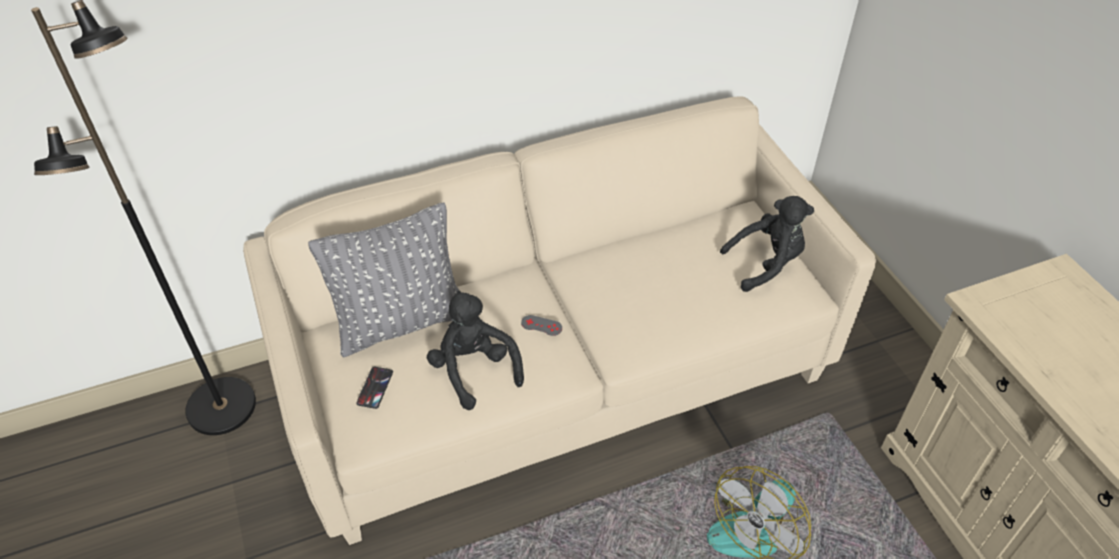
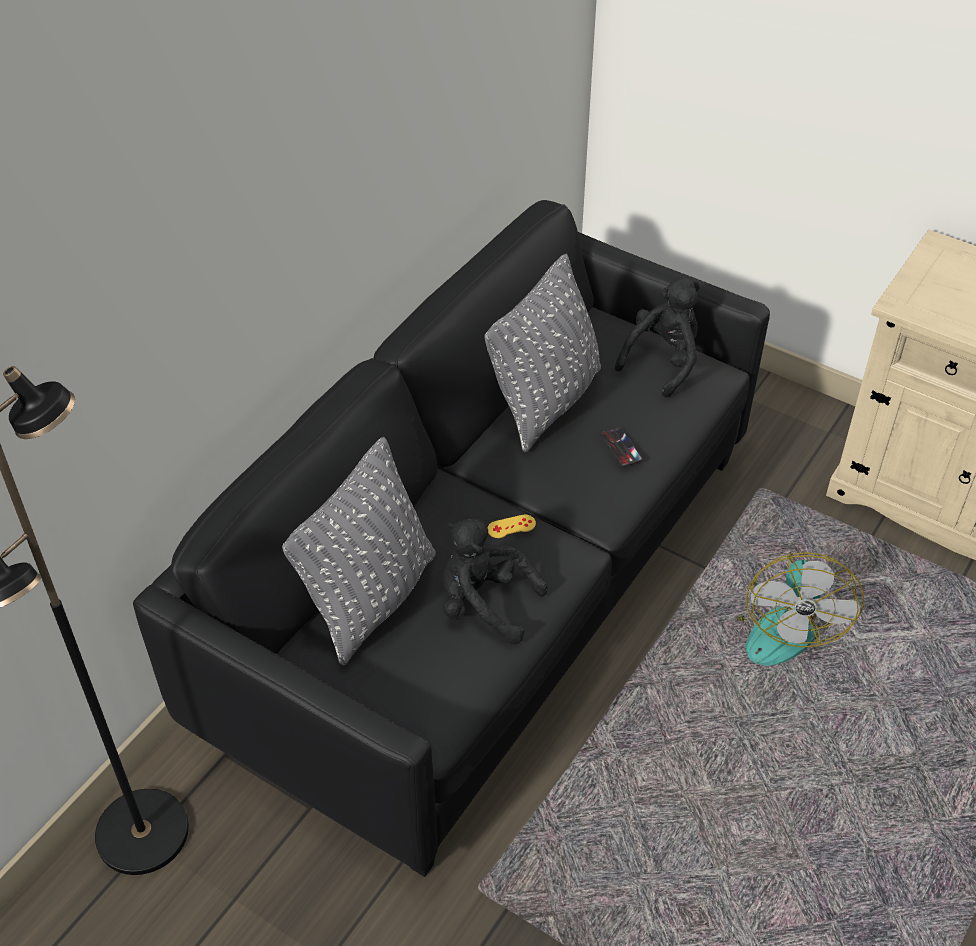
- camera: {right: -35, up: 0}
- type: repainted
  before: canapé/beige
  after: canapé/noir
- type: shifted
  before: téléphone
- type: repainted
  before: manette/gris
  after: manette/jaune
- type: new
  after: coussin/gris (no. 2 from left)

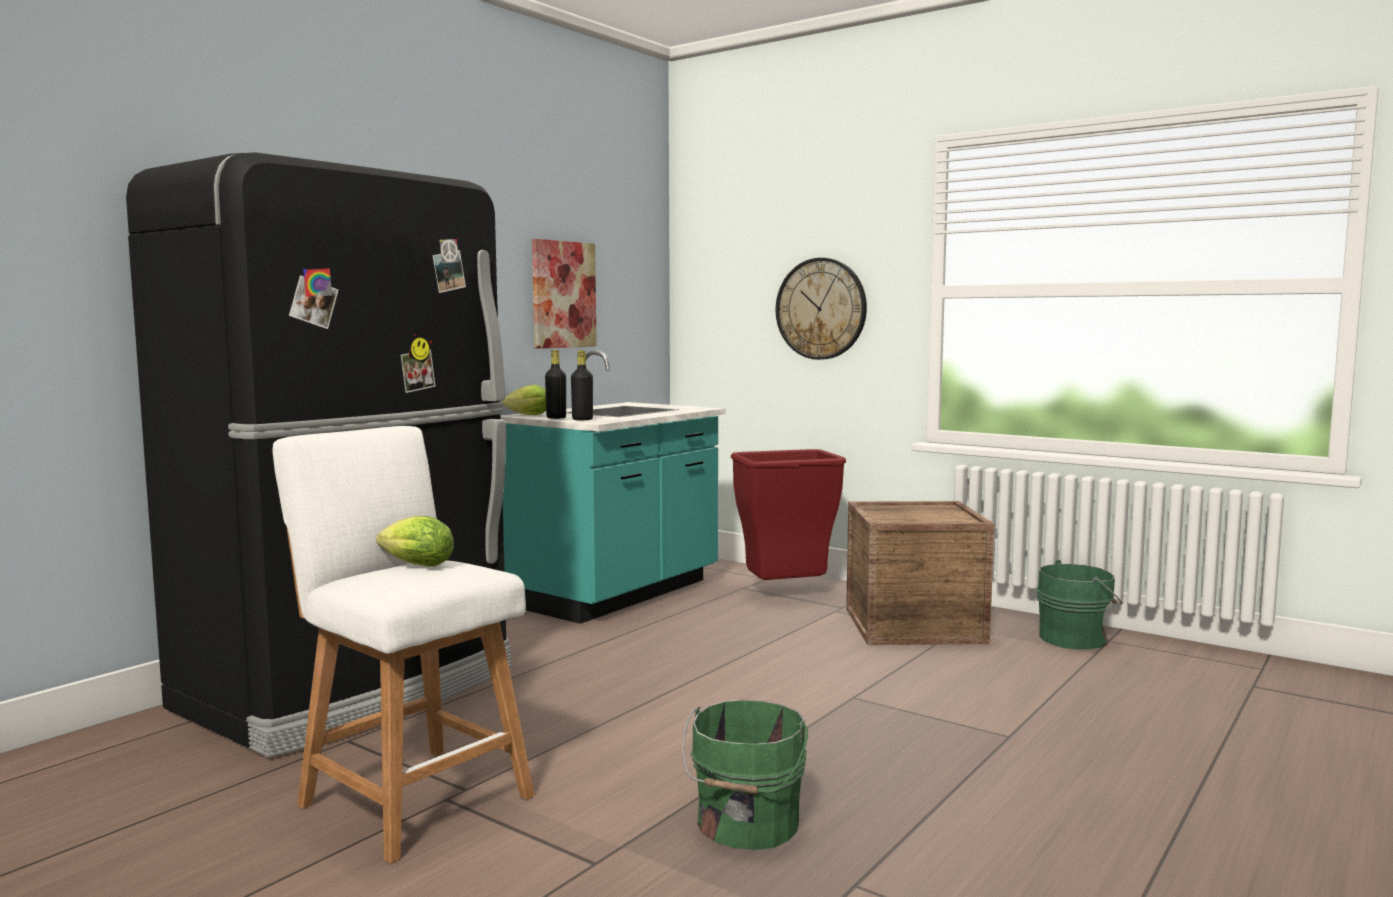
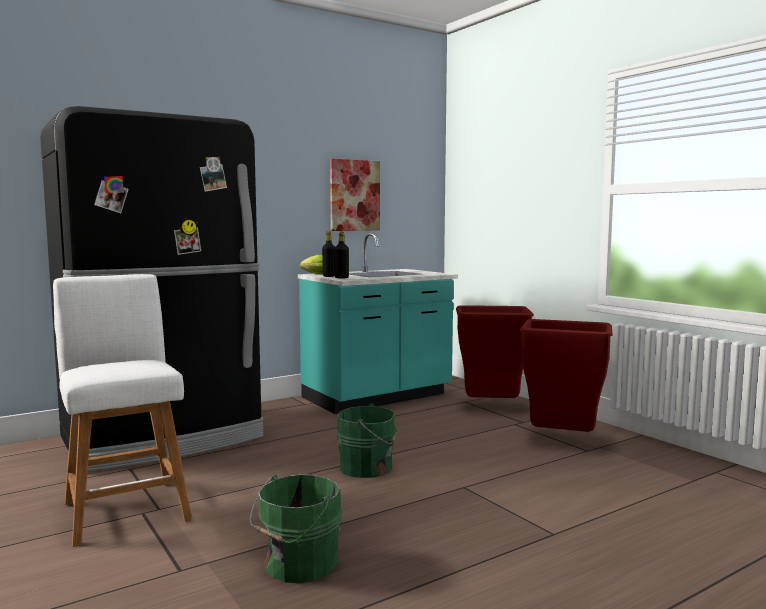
- camera: {right: 20, up: 0}
- type: gone
  before: laitue (no. 1 from left)
- type: gone
  before: horloge murale
- type: swapped
  before: caisse
  after: poubelle/rouge (no. 2 from left)
- type: shifted
  before: seau/vert (no. 2 from left)

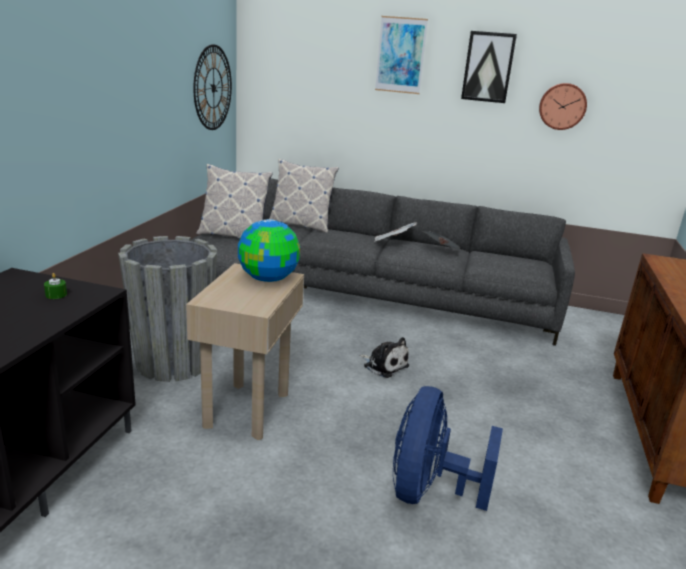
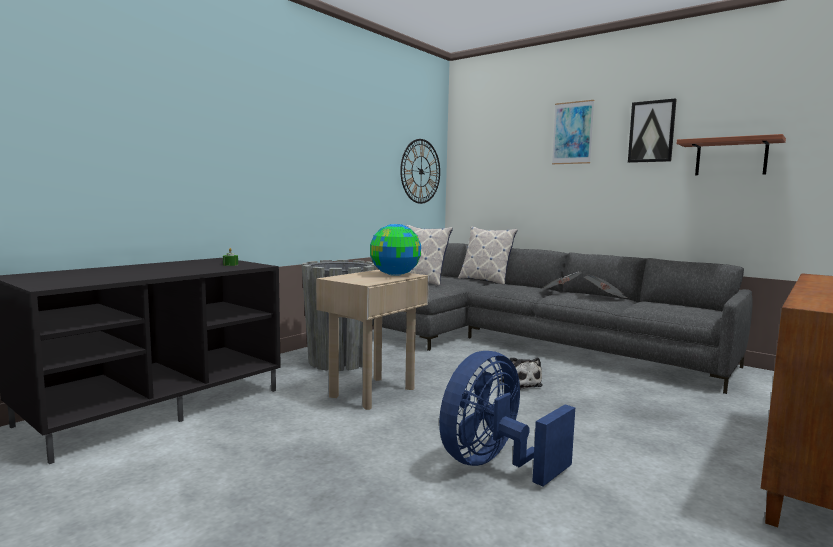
- camera: {right: 25, up: -15}
- type: swapped
  before: horloge murale (no. 2 from left)
  after: étagère

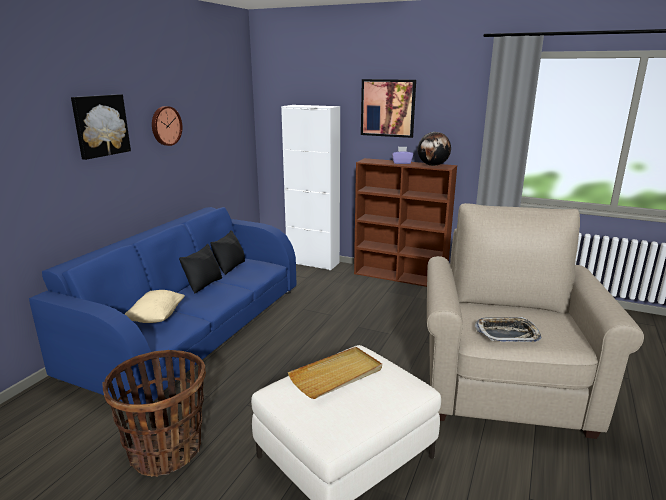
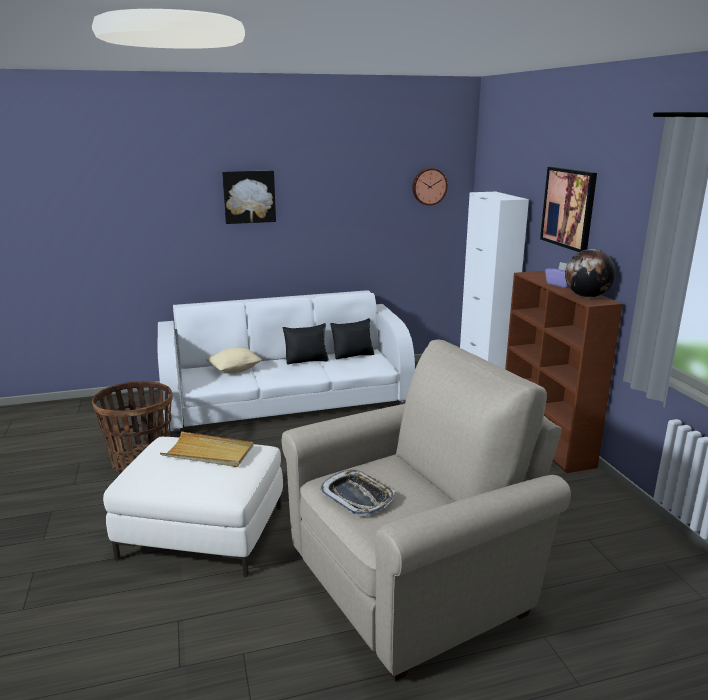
- camera: {right: 50, up: 0}
- type: repainted
  before: canapé/bleu
  after: canapé/blanc
- type: shifted
  before: horloge murale

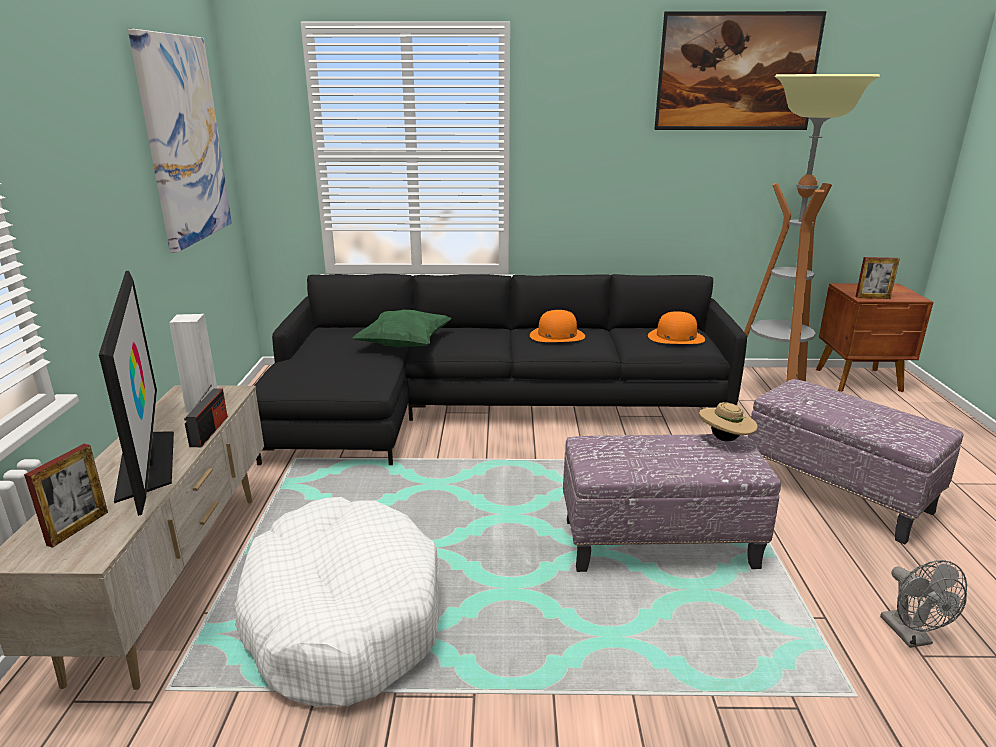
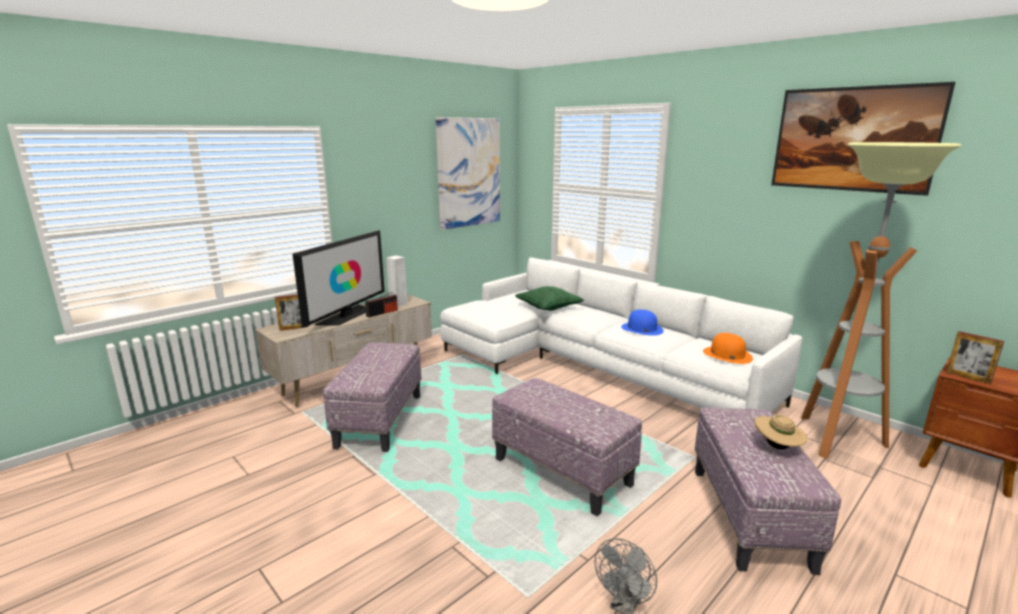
- camera: {right: 45, up: -5}
- type: swapped
  before: panier pour chien/blanc
  after: pouf (no. 1 from left)
- type: repainted
  before: canapé/noir
  after: canapé/blanc
- type: repainted
  before: chapeau/orange (no. 1 from left)
  after: chapeau/bleu
- type: shifted
  before: chapeau/beige

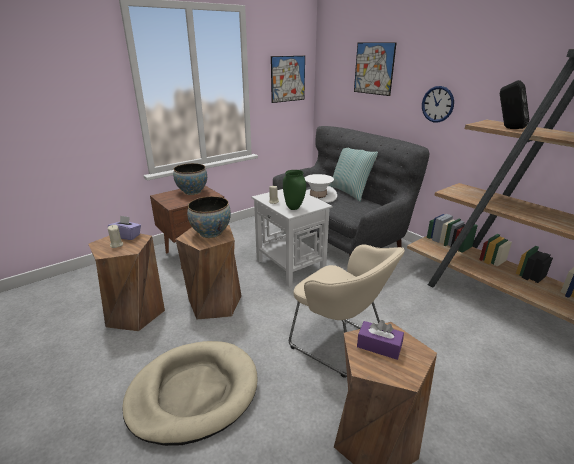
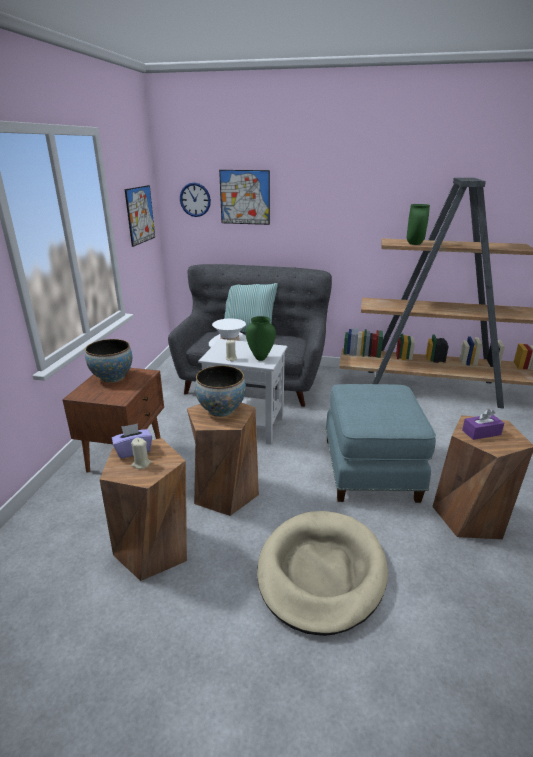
- camera: {right: -40, up: 0}
- type: swapped
  before: fauteuil/beige
  after: pouf/bleu
- type: shifted
  before: horloge murale
- type: swapped
  before: enceinte/noir
  after: vase/vert (no. 2 from left)

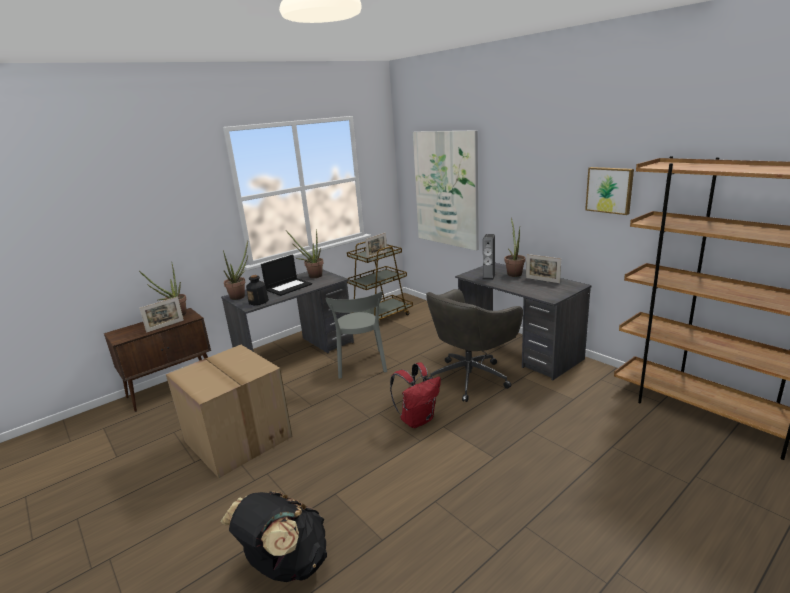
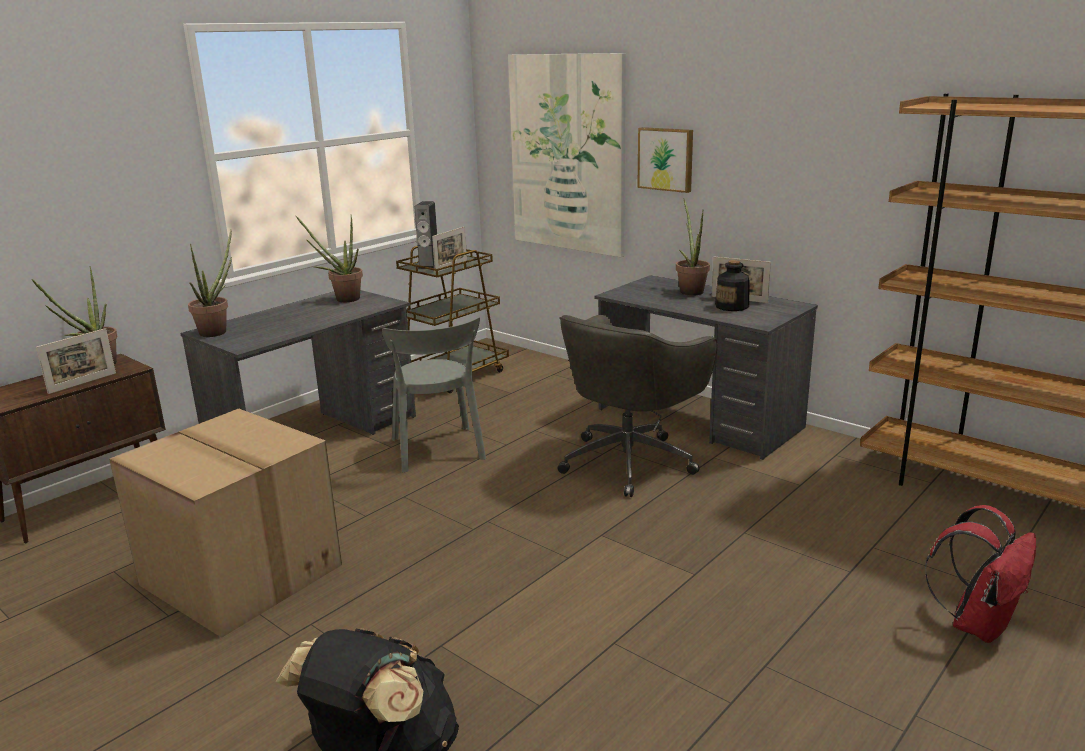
- camera: {right: -10, up: 0}
- type: shifted
  before: bouteille
- type: gone
  before: ordinateur portable
- type: shifted
  before: sac à dos/rouge
- type: shifted
  before: enceinte
- type: shifted
  before: tableau (no. 2 from left)

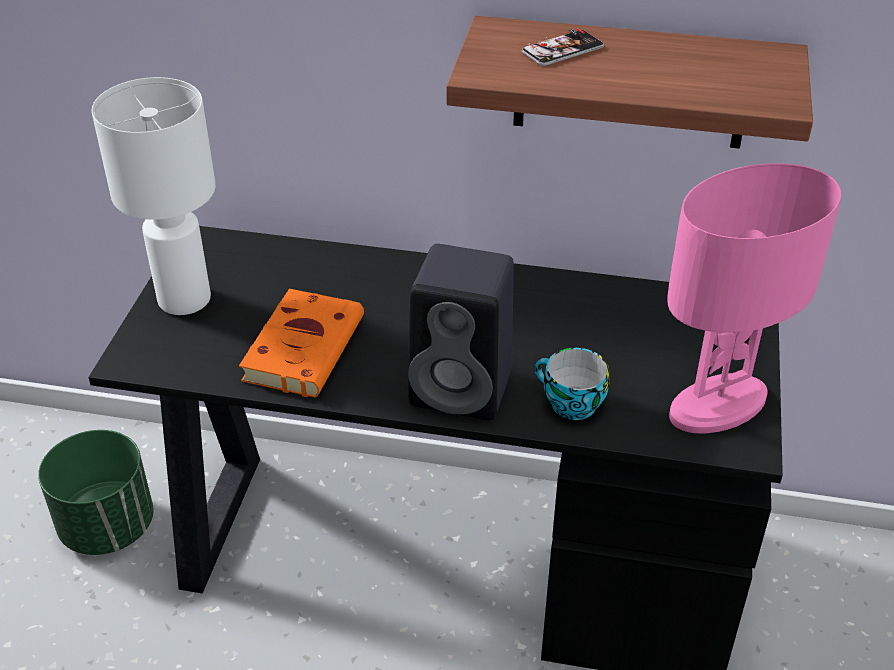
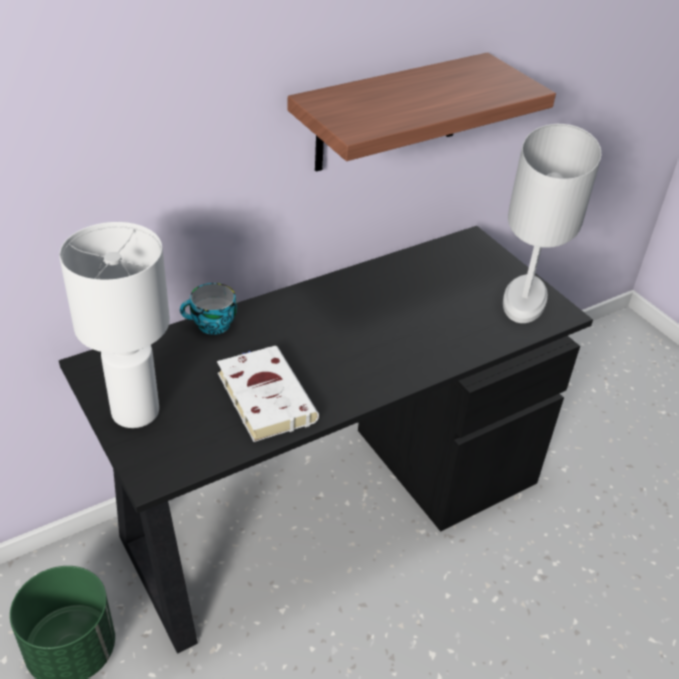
- camera: {right: -45, up: 0}
- type: repainted
  before: livre/orange
  after: livre/blanc
- type: gone
  before: enceinte/noir
- type: gone
  before: téléphone
- type: shifted
  before: tasse
- type: repainted
  before: lampe de table/rose
  after: lampe de table/blanc (no. 2 from left)

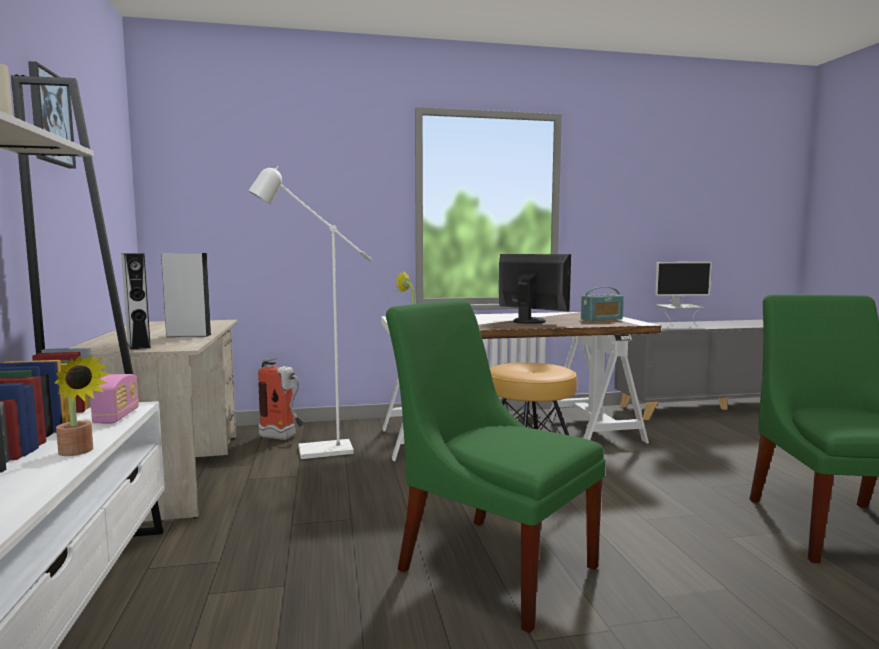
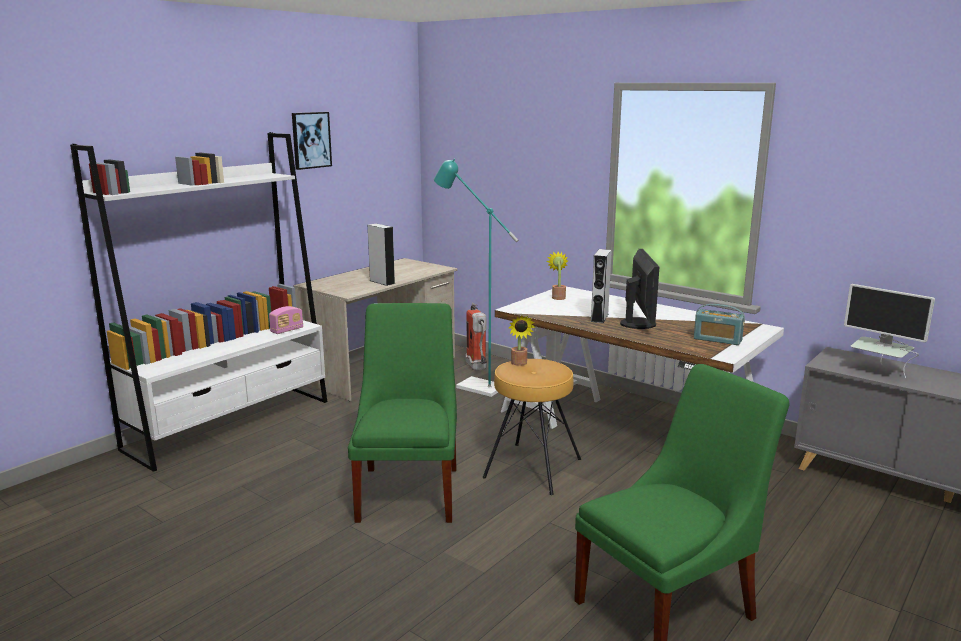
- camera: {right: 50, up: 10}
- type: shifted
  before: plante en pot (no. 1 from left)
- type: shifted
  before: enceinte/gris (no. 1 from left in the first image)
  after: enceinte/gris (no. 2 from left)
- type: repainted
  before: lampadaire/blanc
  after: lampadaire/turquoise

